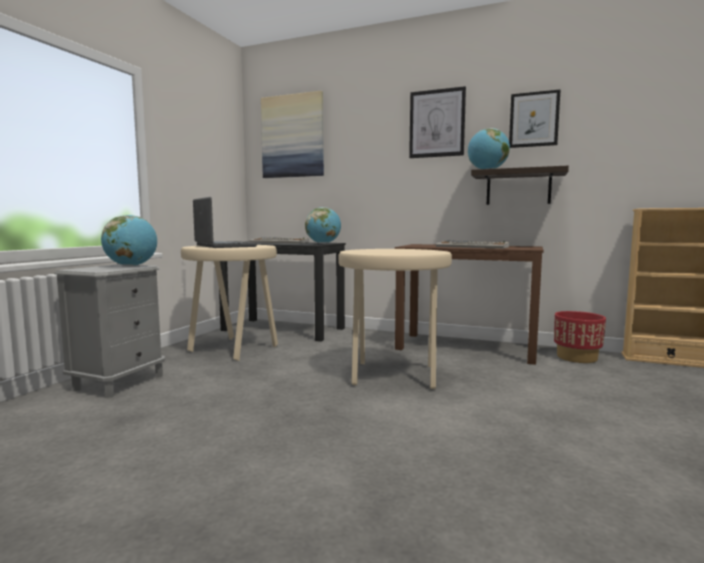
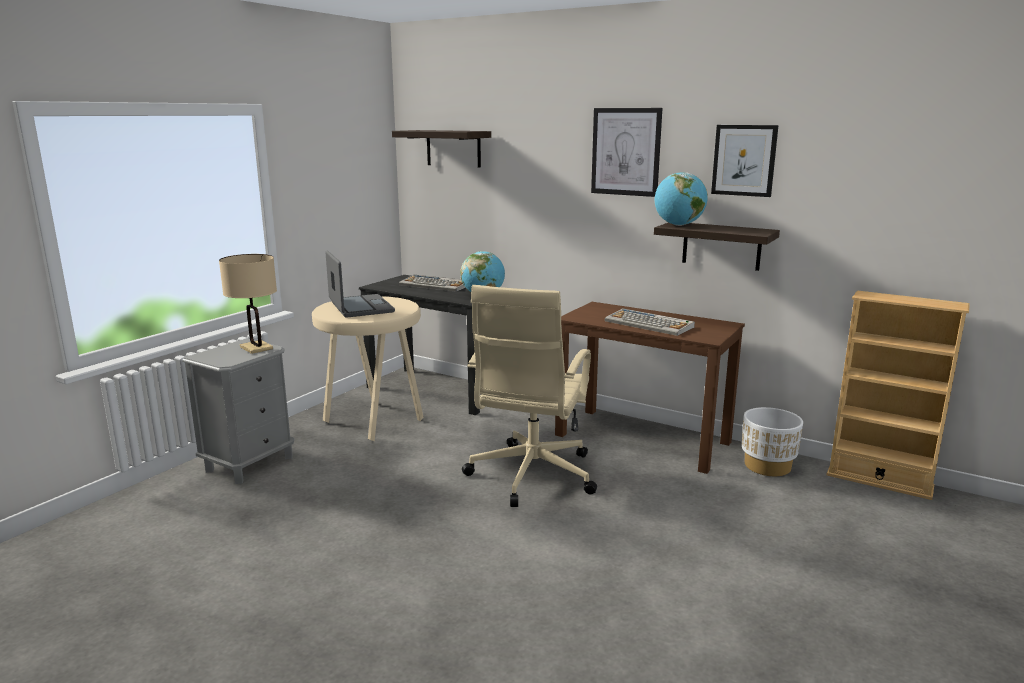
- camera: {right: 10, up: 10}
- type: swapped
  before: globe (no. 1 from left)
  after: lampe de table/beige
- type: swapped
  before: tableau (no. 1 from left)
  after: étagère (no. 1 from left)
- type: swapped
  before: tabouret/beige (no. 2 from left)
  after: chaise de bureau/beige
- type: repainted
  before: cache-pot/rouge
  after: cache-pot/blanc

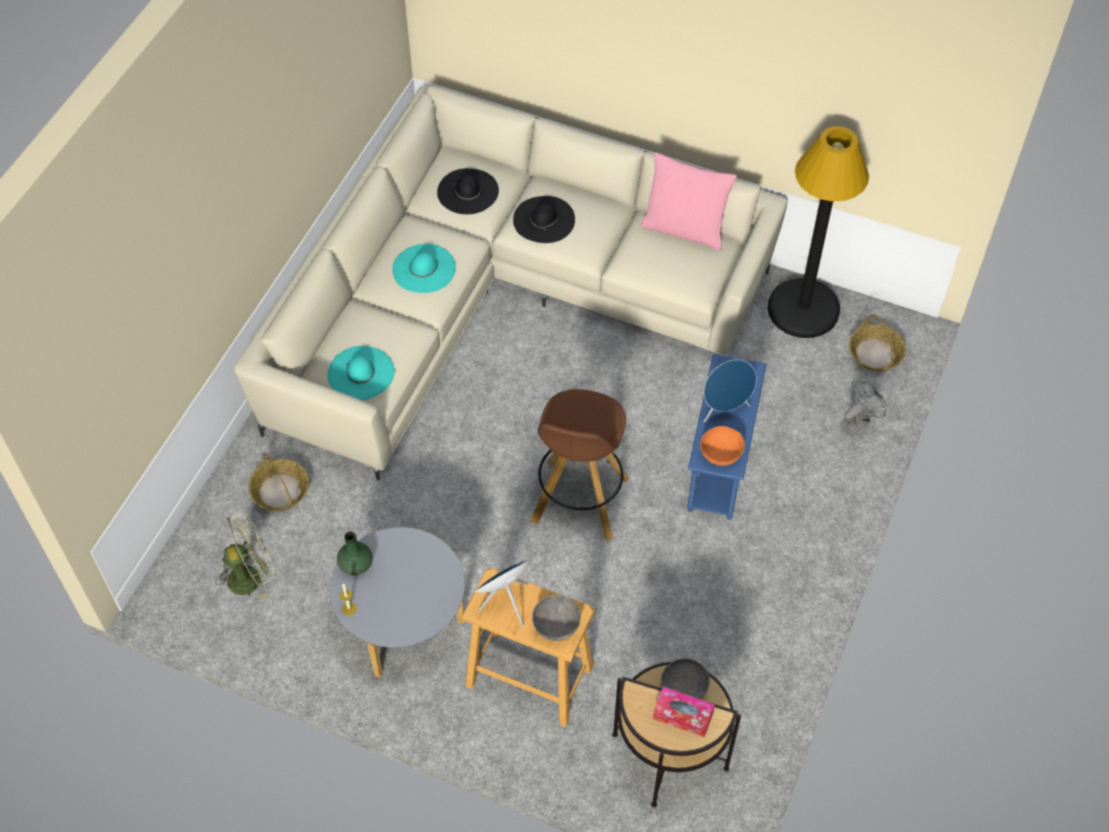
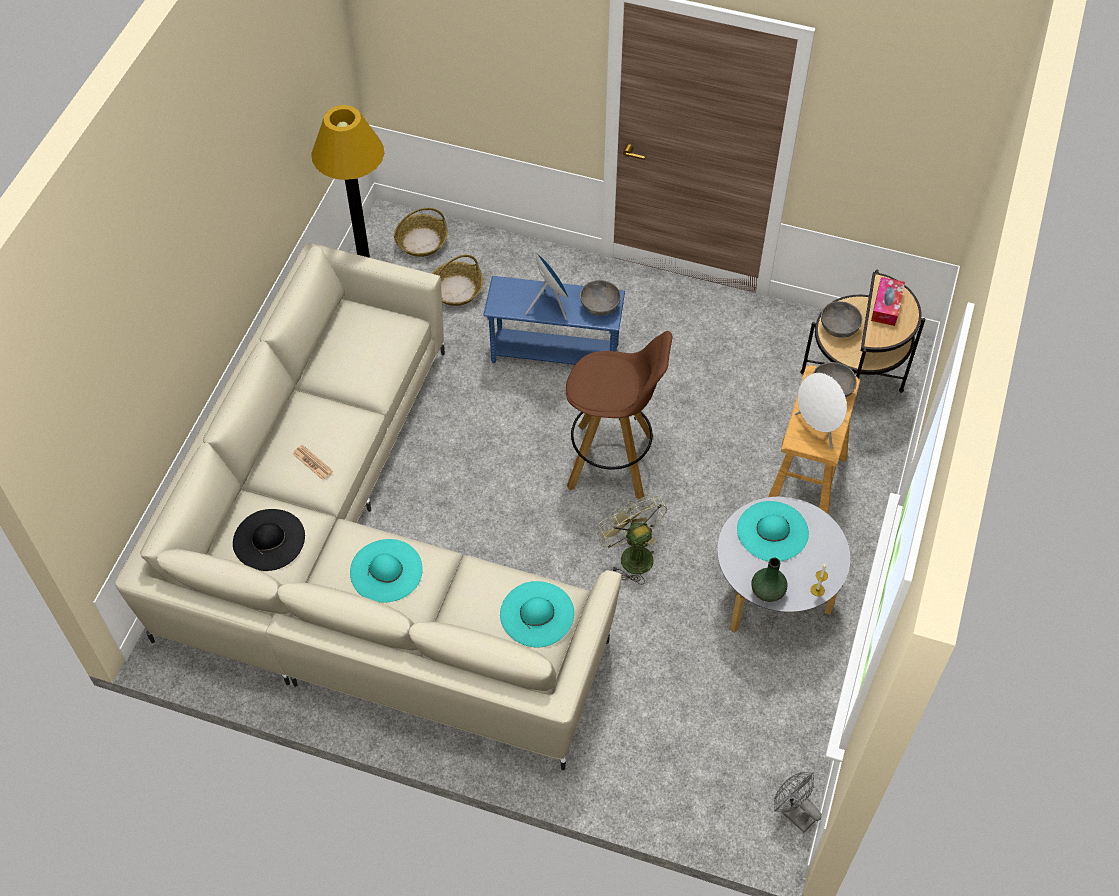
- camera: {right: -95, up: 0}
- type: shifted
  before: ventilateur/vert
- type: shifted
  before: panier (no. 1 from left in the first image)
  after: panier (no. 2 from left)
- type: repainted
  before: enceinte/bleu (no. 1 from left)
  after: enceinte/blanc
- type: swapped
  before: chapeau/noir (no. 2 from left)
  after: journal
- type: gone
  before: coussin/rose
- type: repainted
  before: bol/orange
  after: bol/gris (no. 1 from left)
- type: shifted
  before: ventilateur/gris
- type: new
  after: chapeau/turquoise (no. 3 from left)

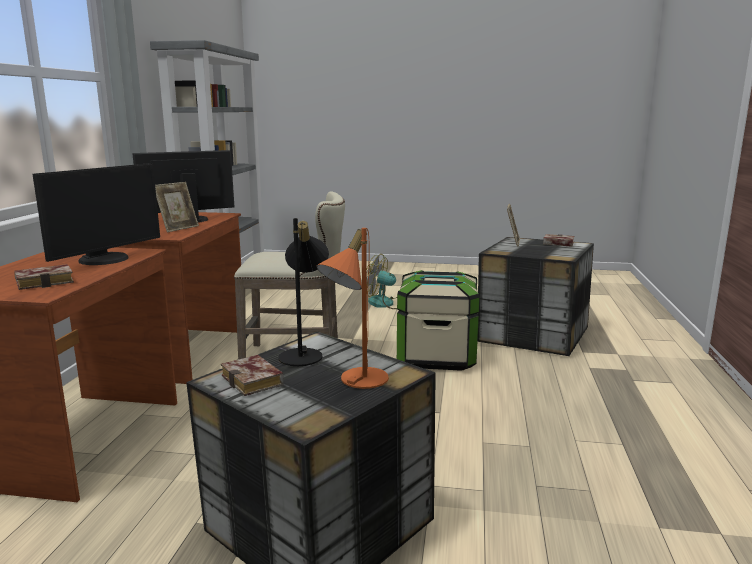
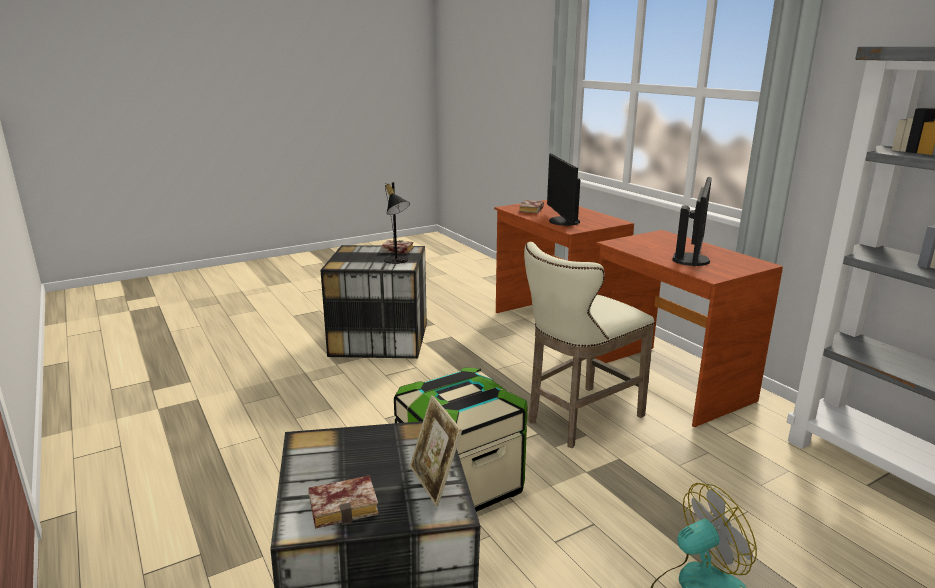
- camera: {right: 140, up: 5}
- type: gone
  before: cadre photo (no. 1 from left)
- type: gone
  before: lampe de table/orange

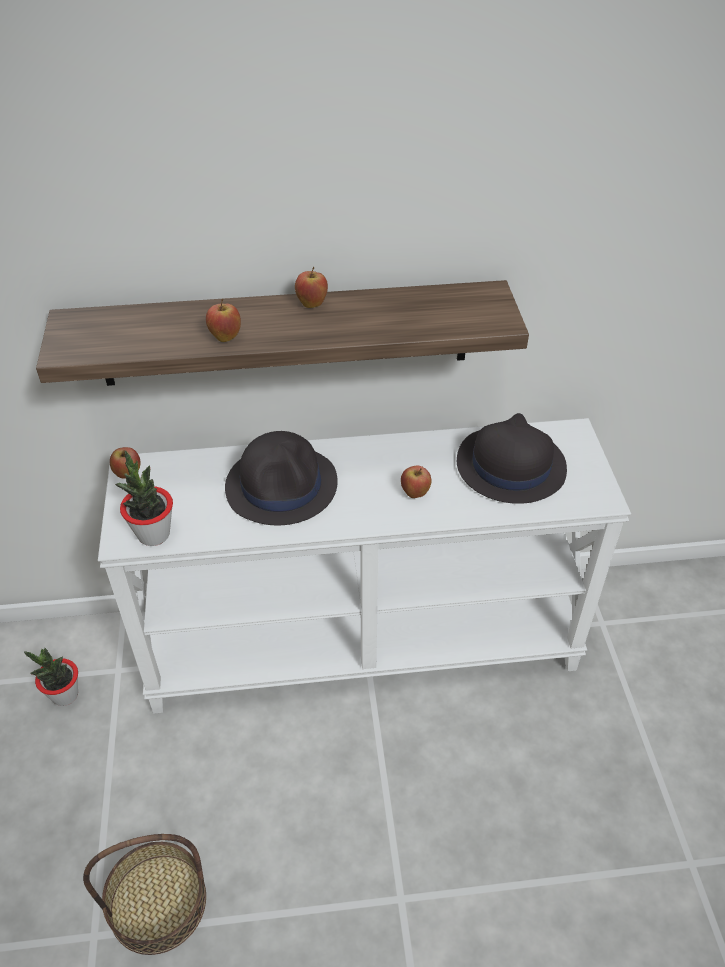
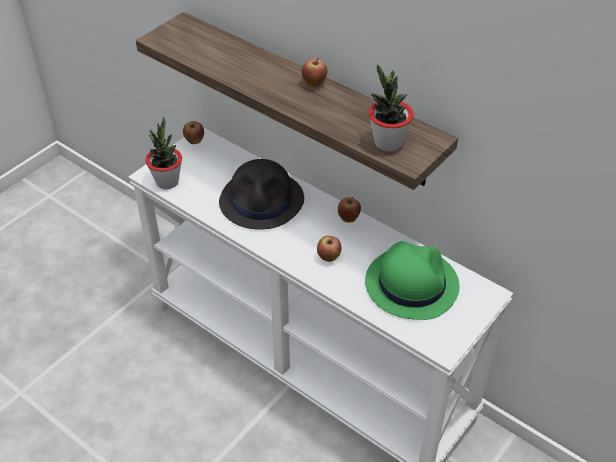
- camera: {right: 45, up: 0}
- type: shifted
  before: plante en pot (no. 1 from left in the first image)
  after: plante en pot (no. 2 from left)
- type: gone
  before: panier
- type: shifted
  before: pomme (no. 2 from left in the first image)
  after: pomme (no. 4 from left)
- type: repainted
  before: chapeau/noir (no. 2 from left)
  after: chapeau/vert

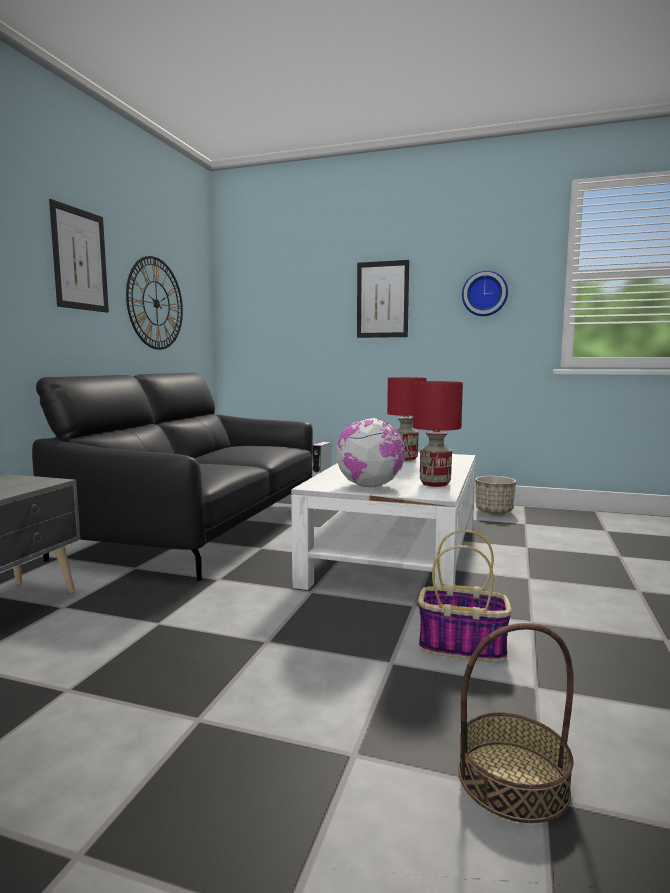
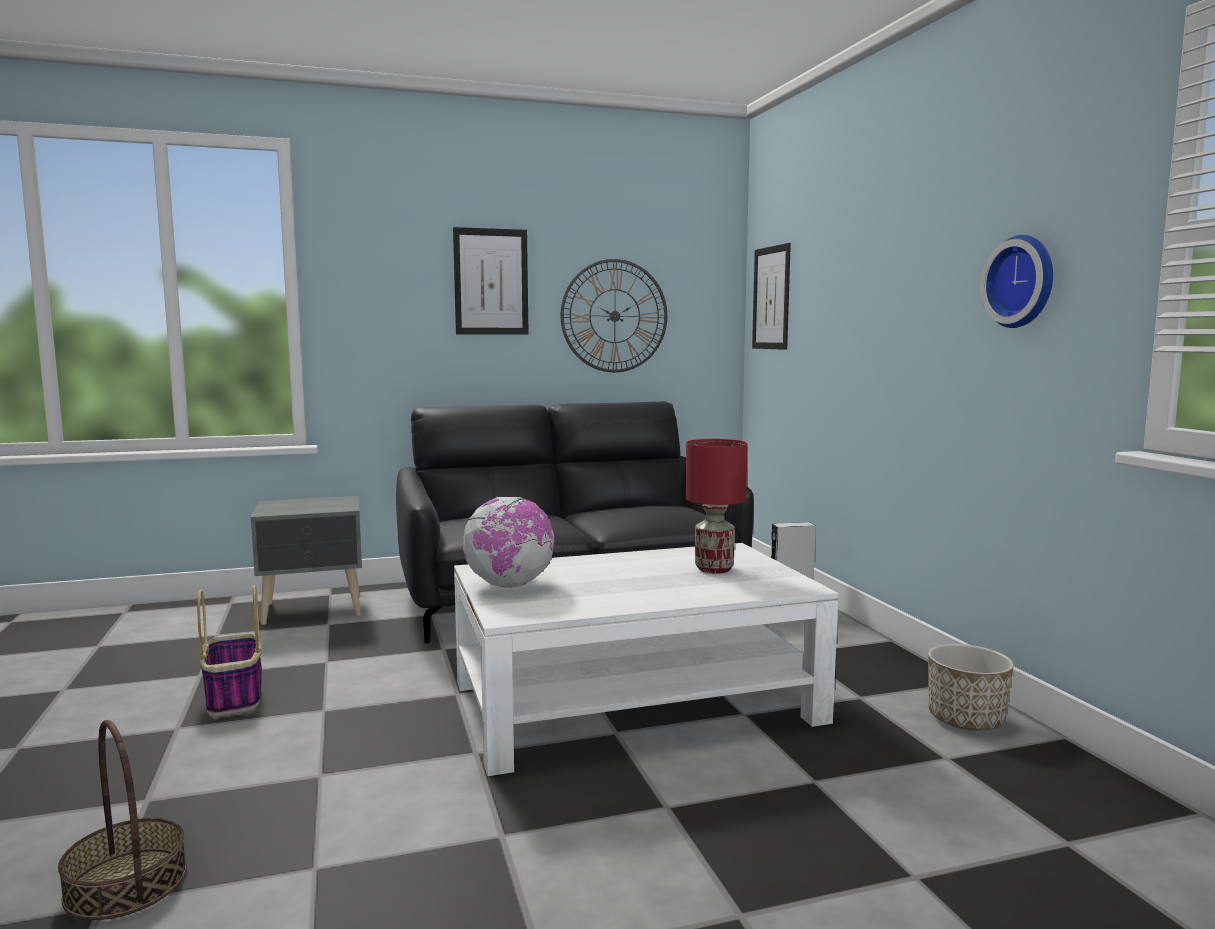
- camera: {right: 55, up: 0}
- type: shifted
  before: tableau (no. 2 from left)
- type: gone
  before: lampe de table/rouge (no. 2 from left)
- type: shifted
  before: panier (no. 1 from left in the first image)
  after: panier (no. 2 from left)

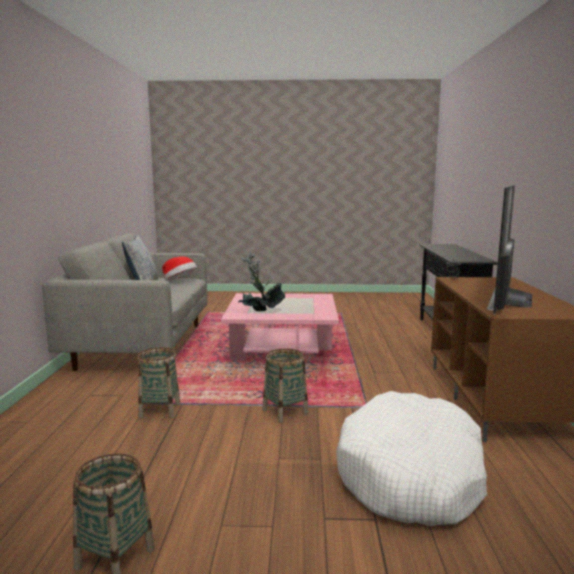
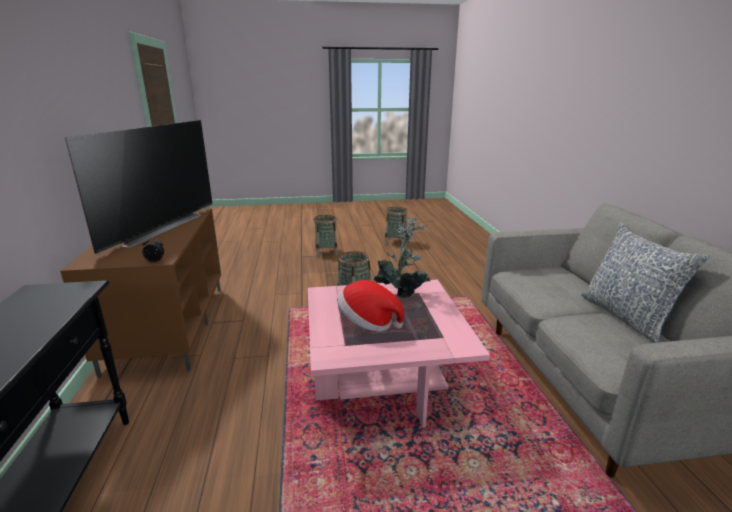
- camera: {right: 170, up: 10}
- type: shifted
  before: panier (no. 2 from left in the first image)
  after: panier (no. 1 from left)
- type: shifted
  before: chapeau
- type: gone
  before: panier pour chien/blanc

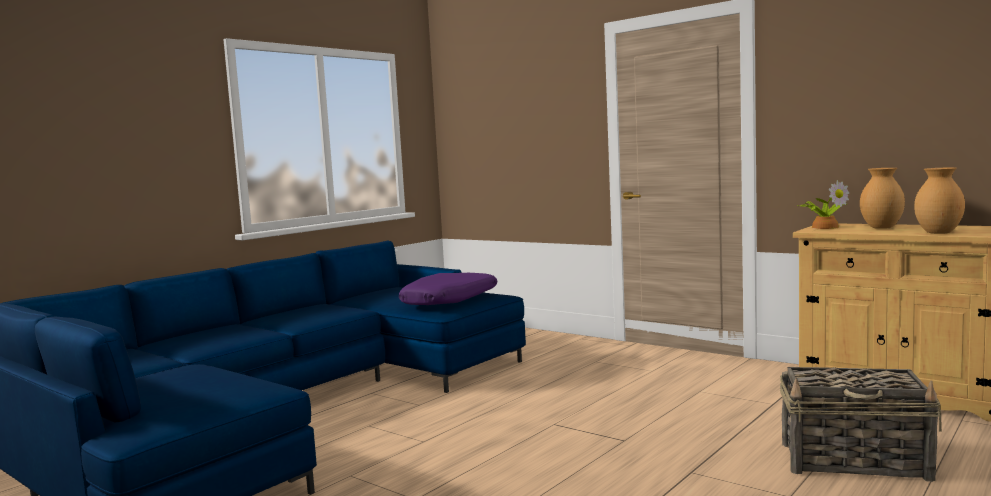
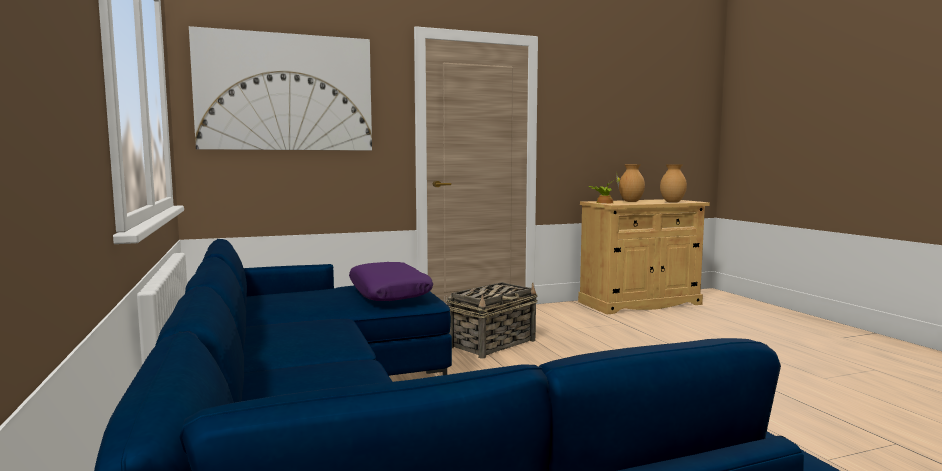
- camera: {right: -60, up: 0}
- type: shifted
  before: panier
- type: new
  after: tableau

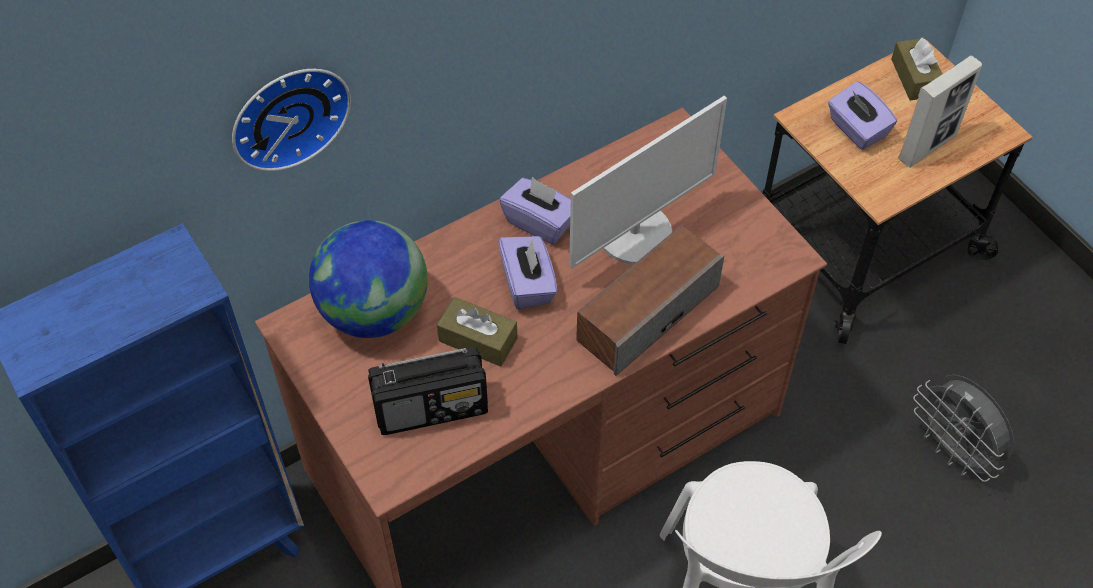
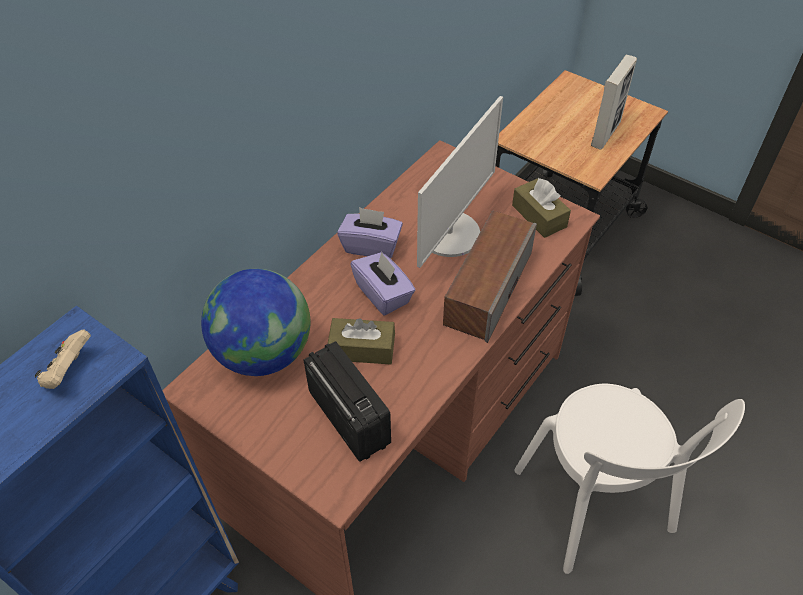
- camera: {right: -20, up: -5}
- type: gone
  before: horloge murale
- type: rotated
  before: radio
  turn: -90
- type: gone
  before: boîte à mouchoirs/violet (no. 3 from left)
- type: shifted
  before: boîte à mouchoirs/marron (no. 2 from left)
- type: gone
  before: ventilateur/gris
- type: new
  after: manette/beige

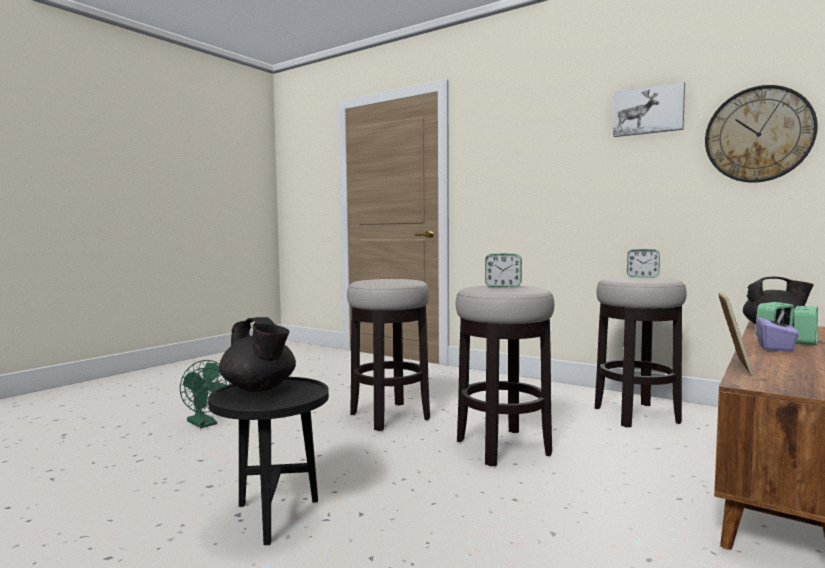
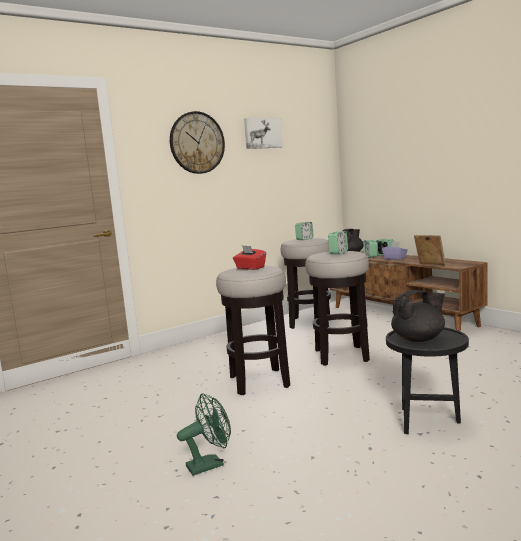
- camera: {right: -70, up: 5}
- type: shifted
  before: horloge murale
- type: new
  after: boîte à mouchoirs/rouge

